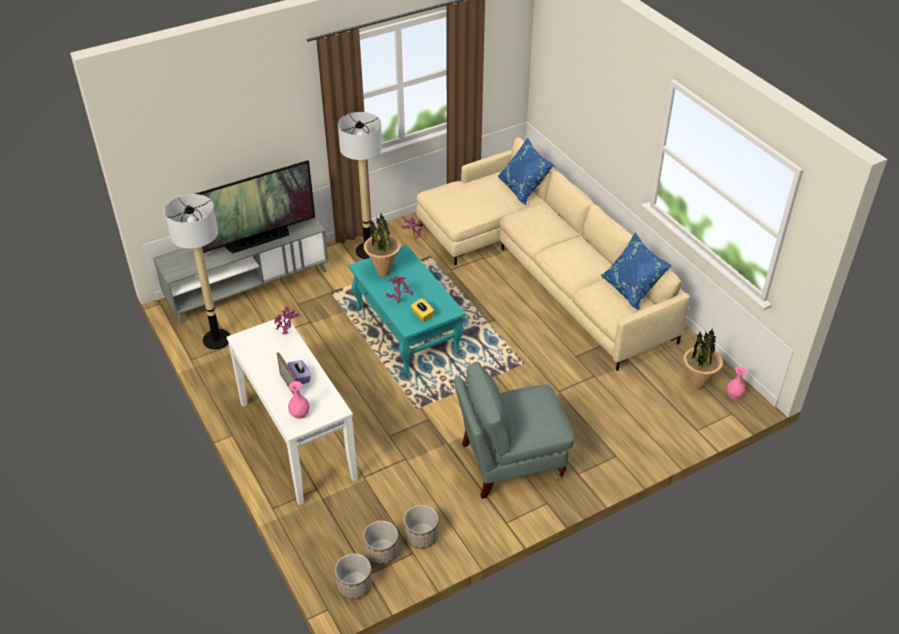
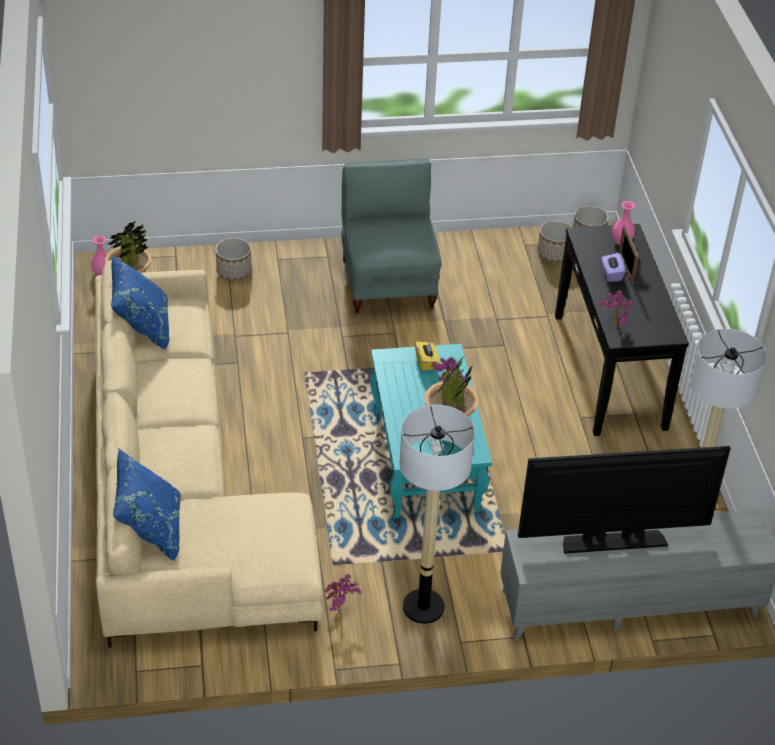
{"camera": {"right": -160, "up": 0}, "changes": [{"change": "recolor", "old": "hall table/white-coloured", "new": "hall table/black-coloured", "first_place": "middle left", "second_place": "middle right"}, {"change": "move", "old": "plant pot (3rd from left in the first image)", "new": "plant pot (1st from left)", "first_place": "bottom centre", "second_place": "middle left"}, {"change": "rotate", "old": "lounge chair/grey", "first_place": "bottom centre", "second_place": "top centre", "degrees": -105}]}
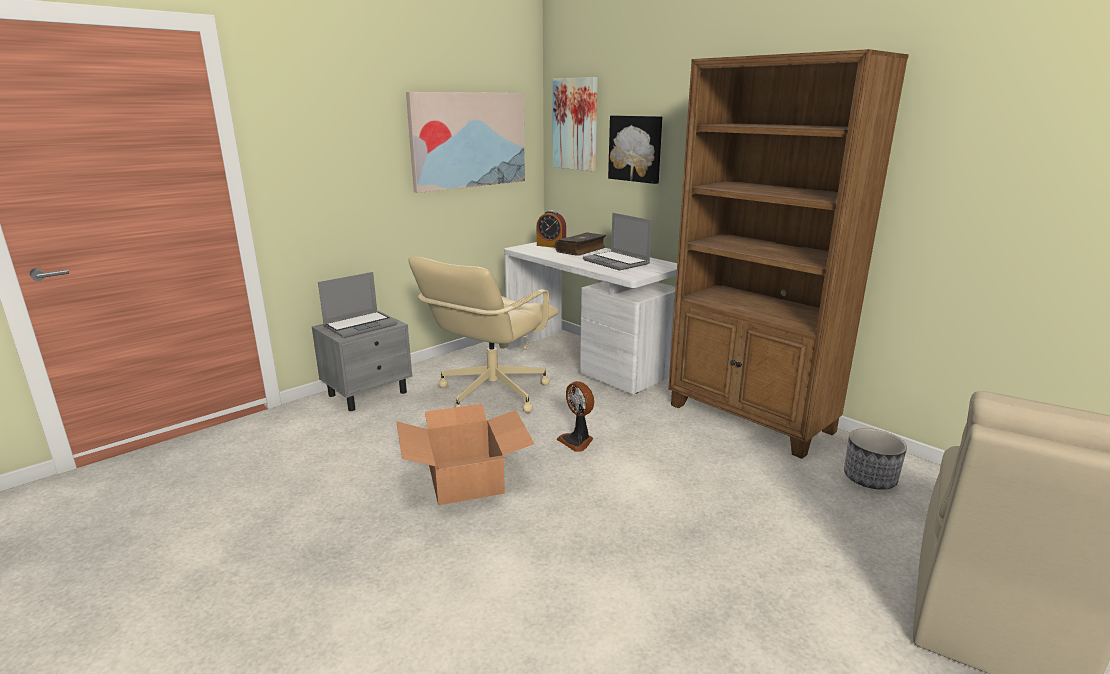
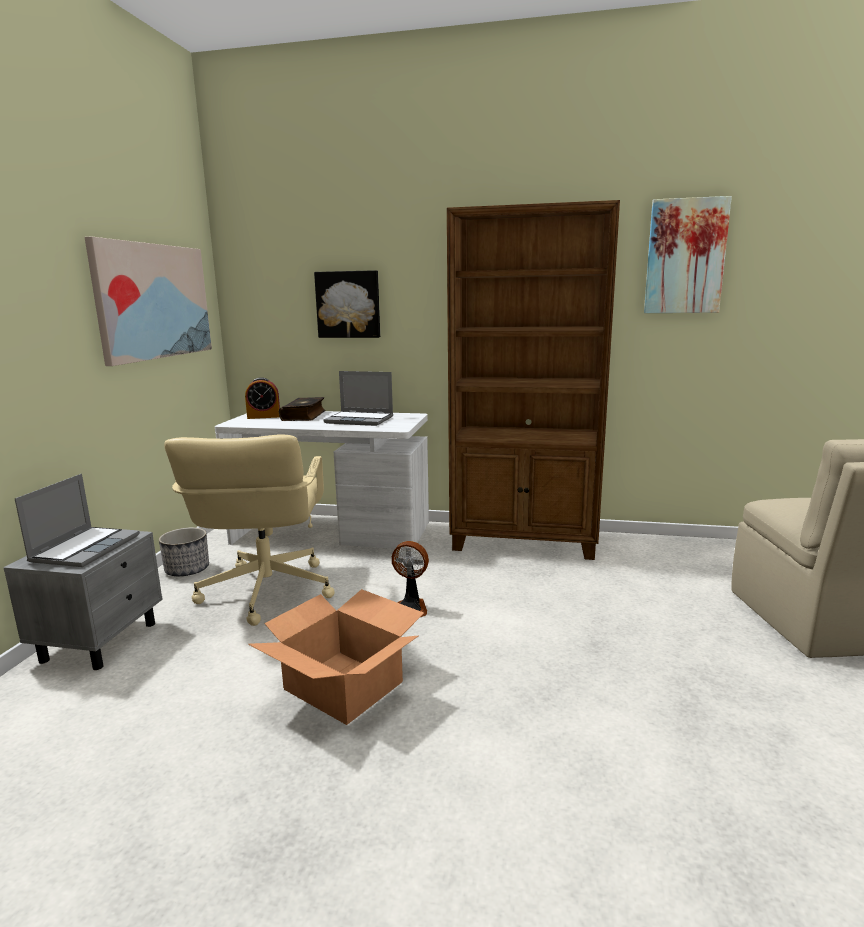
{"camera": {"right": -35, "up": -5}, "changes": [{"change": "move", "old": "picture (2nd from left in the first image)", "new": "picture (3rd from left)", "first_place": "top centre", "second_place": "top right"}, {"change": "move", "old": "plant pot", "first_place": "bottom right", "second_place": "middle left"}]}
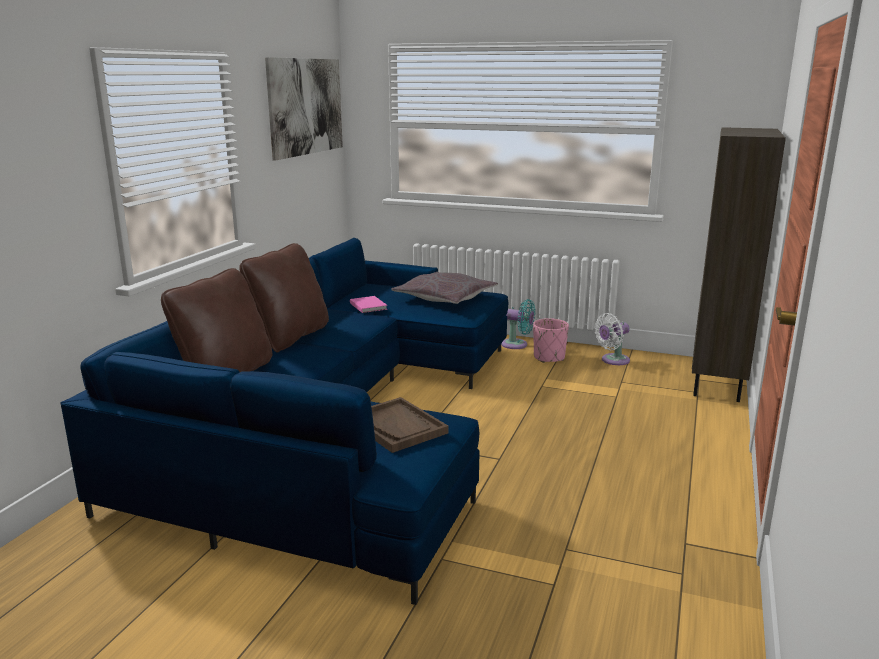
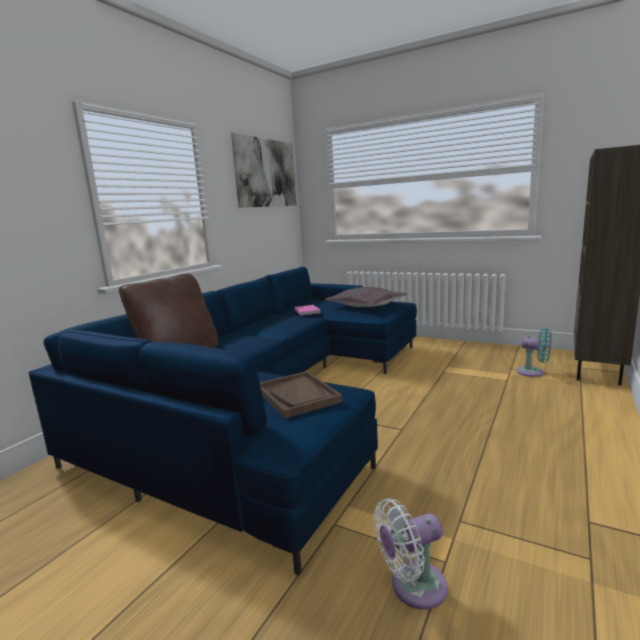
{"camera": {"right": 10, "up": -5}, "changes": [{"change": "delete", "old": "throw pillow/brown-coloured (2nd from left)", "first_place": "middle left"}, {"change": "move", "old": "electric fan/turquoise-coloured", "first_place": "centre", "second_place": "middle right"}, {"change": "delete", "old": "plant pot/pink", "first_place": "centre"}, {"change": "move", "old": "electric fan/white-coloured", "first_place": "middle right", "second_place": "bottom centre"}]}
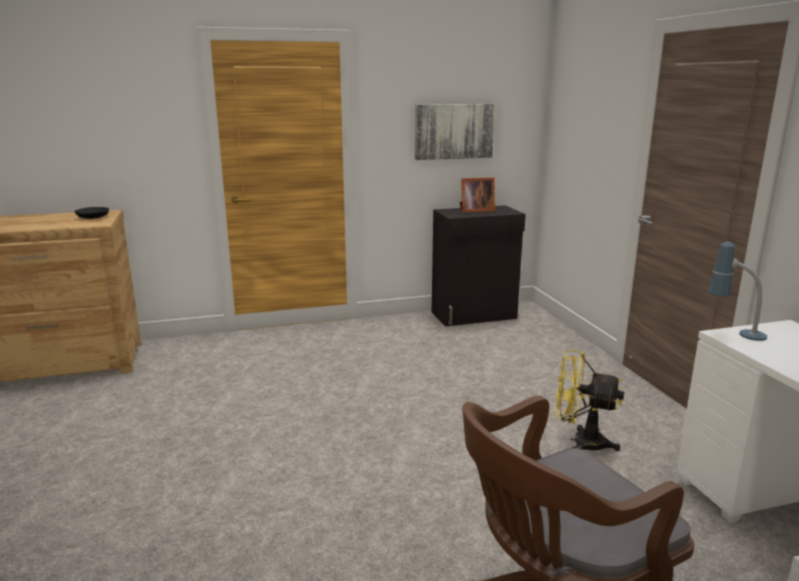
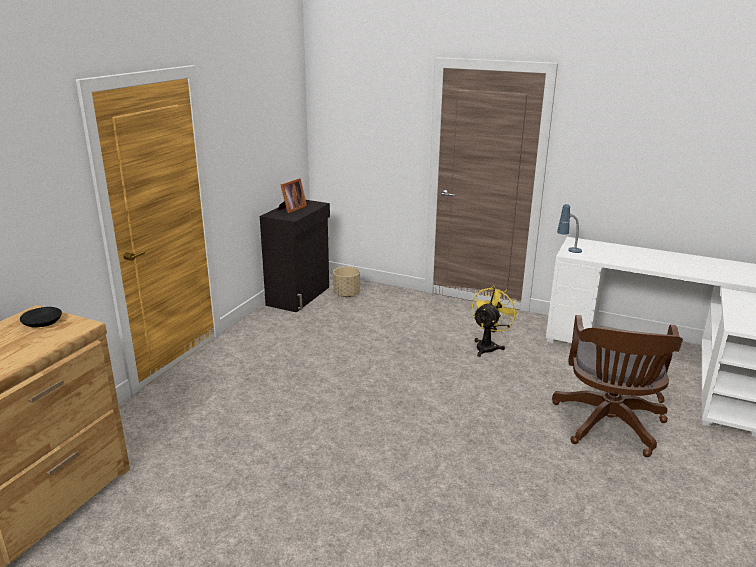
{"camera": {"right": -50, "up": 5}, "changes": [{"change": "delete", "old": "picture", "first_place": "top centre"}, {"change": "rotate", "old": "electric fan/yellowish", "first_place": "bottom right", "second_place": "centre", "degrees": 150}, {"change": "insert", "new": "plant pot/beige", "second_place": "centre"}]}
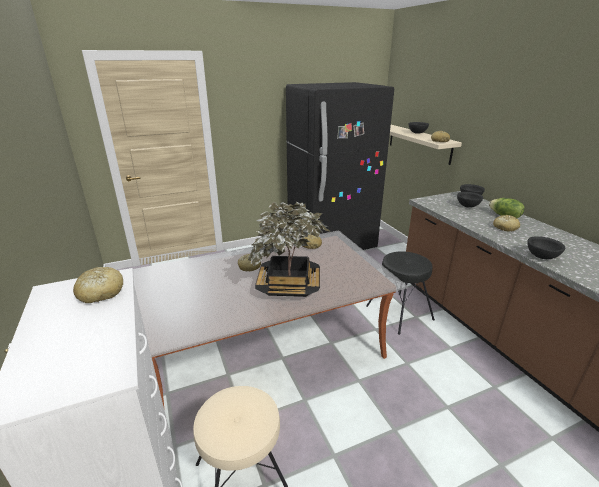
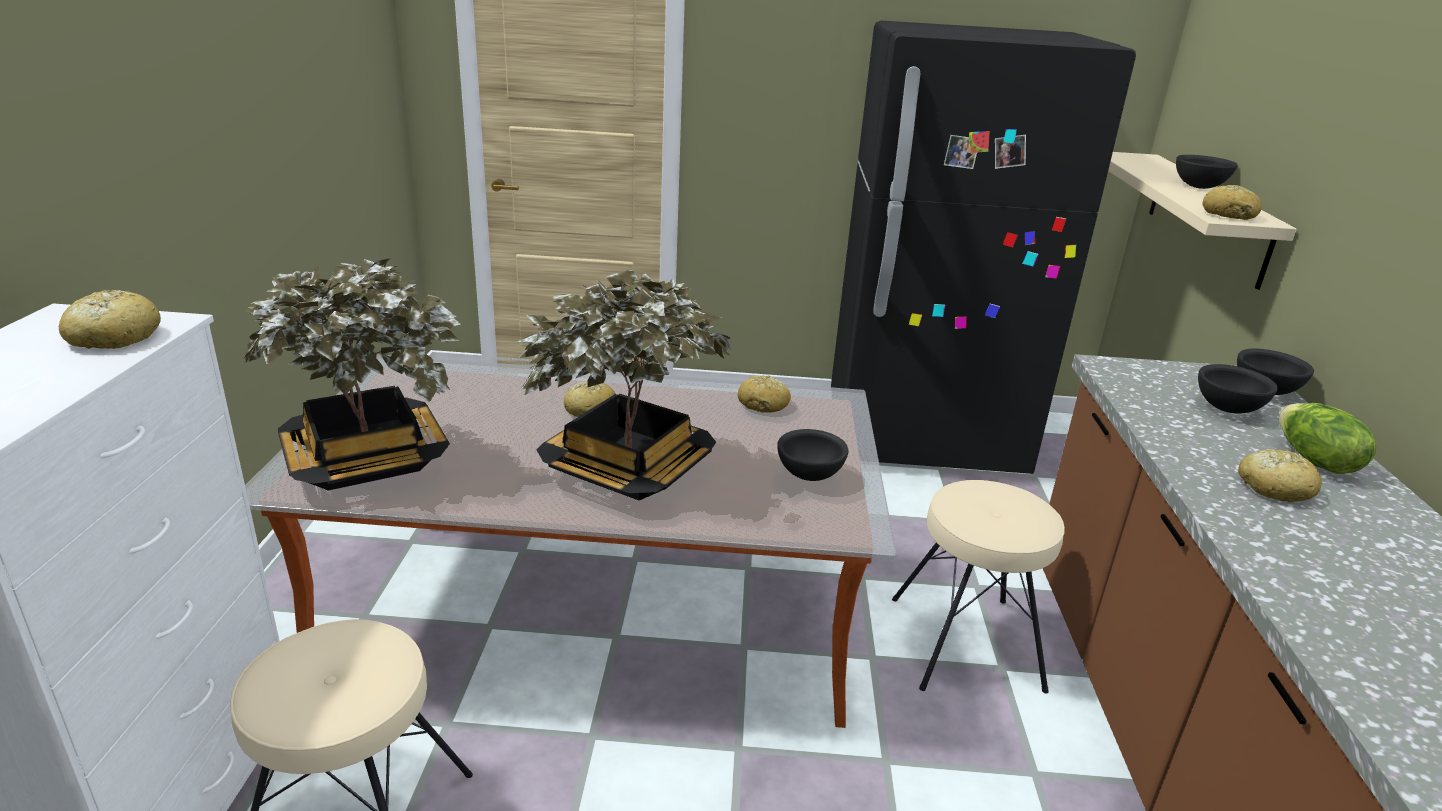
{"camera": {"right": 25, "up": 0}, "changes": [{"change": "recolor", "old": "stool seat/black-coloured", "new": "stool seat/beige (2nd from left)", "first_place": "middle right", "second_place": "bottom right"}, {"change": "move", "old": "deep dish/black-coloured (4th from left in the first image)", "new": "deep dish/black-coloured (1st from left)", "first_place": "middle right", "second_place": "centre"}, {"change": "insert", "new": "plant in a pot (1st from left)", "second_place": "middle left"}]}
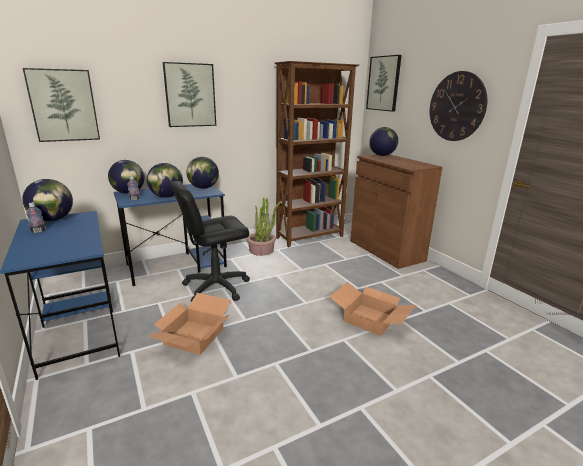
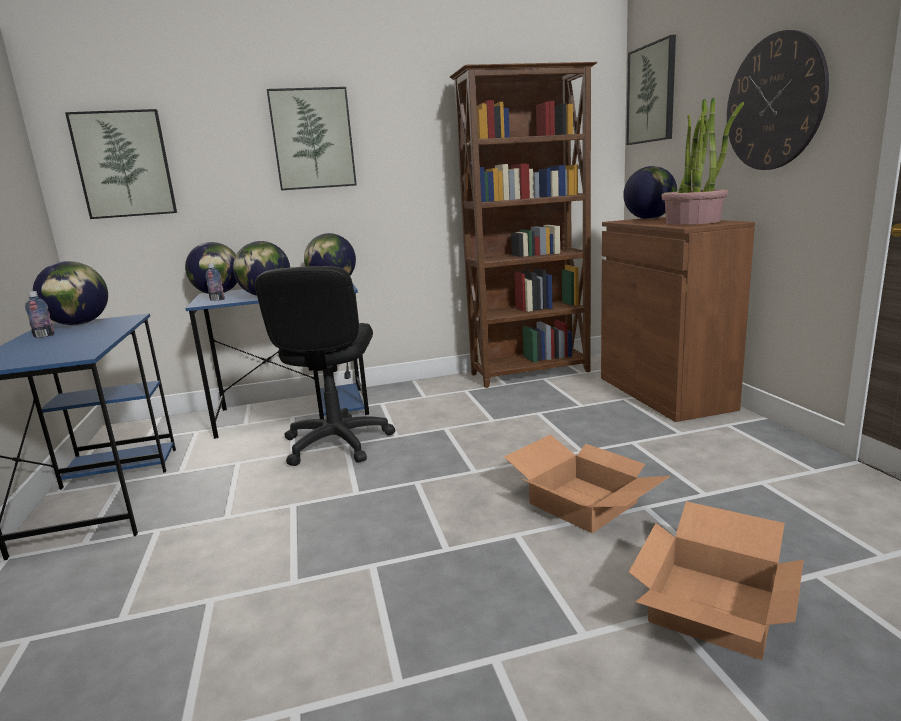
{"camera": {"right": 15, "up": -5}, "changes": [{"change": "move", "old": "cardboard box (1st from left in the first image)", "new": "cardboard box (2nd from left)", "first_place": "bottom left", "second_place": "bottom right"}, {"change": "rotate", "old": "office chair/black-coloured", "first_place": "centre", "second_place": "centre", "degrees": -75}, {"change": "move", "old": "plant in a pot", "first_place": "centre", "second_place": "top right"}]}
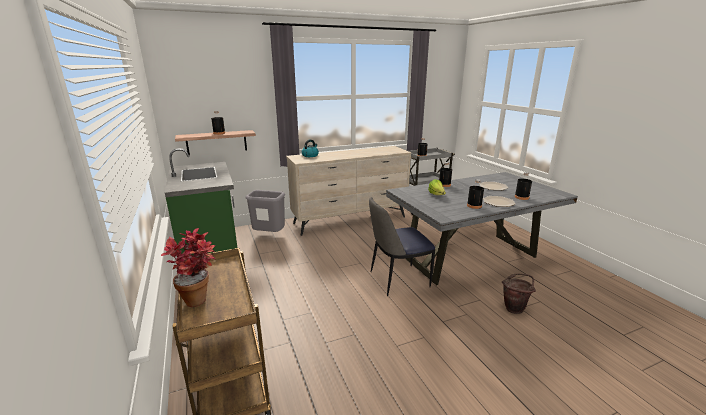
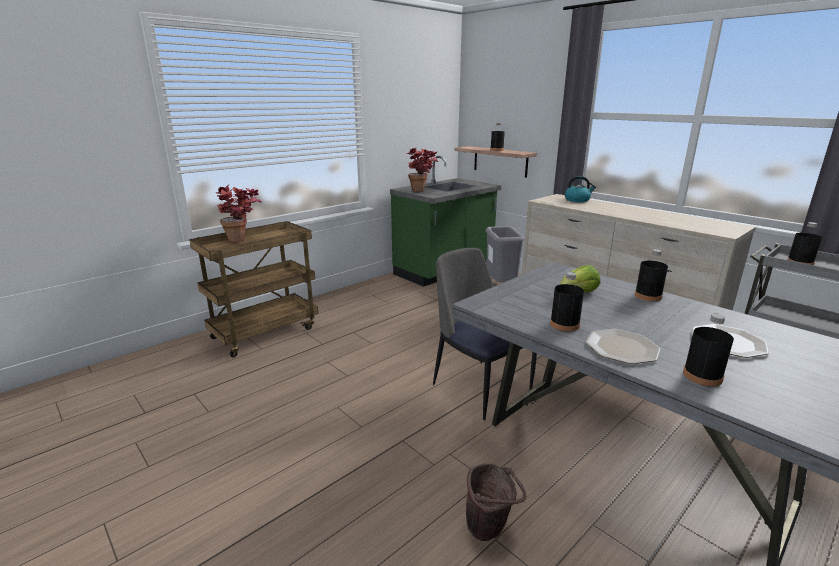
{"camera": {"right": 70, "up": 0}, "changes": [{"change": "insert", "new": "plant in a pot (2nd from left)", "second_place": "top centre"}]}
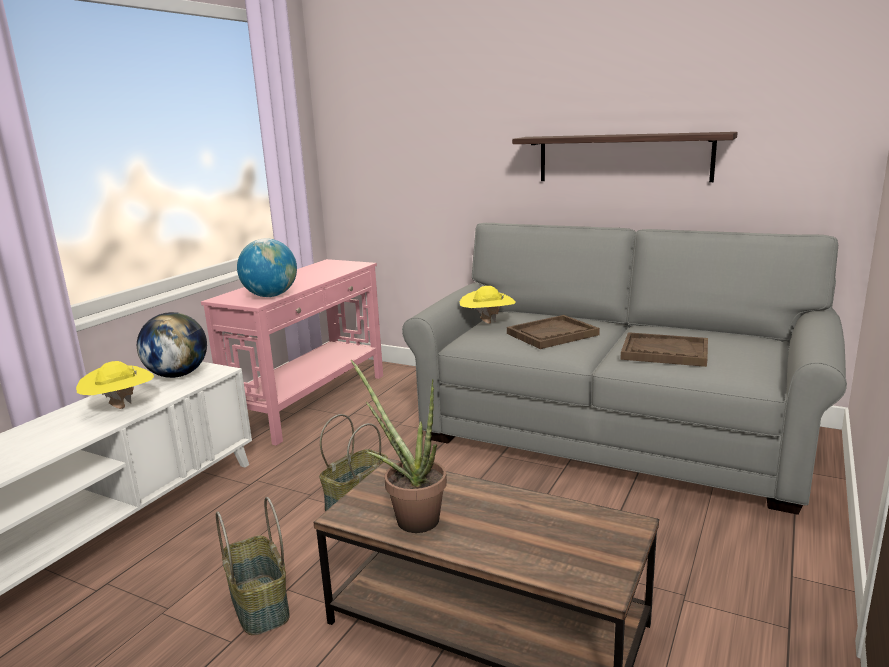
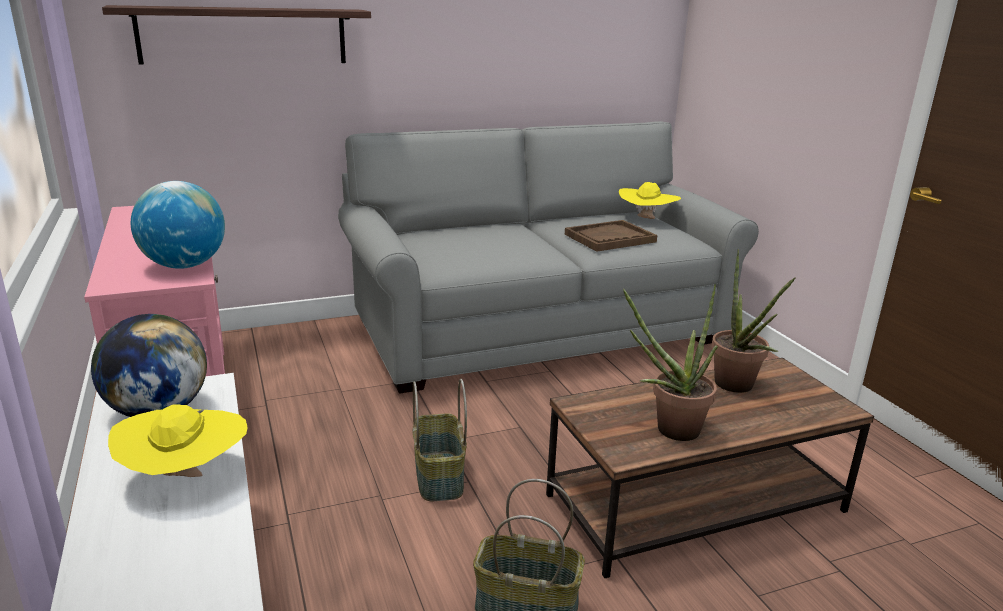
{"camera": {"right": -50, "up": 5}, "changes": [{"change": "move", "old": "wearable hat/yellowish (2nd from left)", "first_place": "centre", "second_place": "top centre"}, {"change": "delete", "old": "serving tray/brown-coloured (1st from left)", "first_place": "centre"}, {"change": "move", "old": "bracket shelf", "first_place": "top right", "second_place": "top left"}, {"change": "insert", "new": "plant in a pot (2nd from left)", "second_place": "middle right"}]}
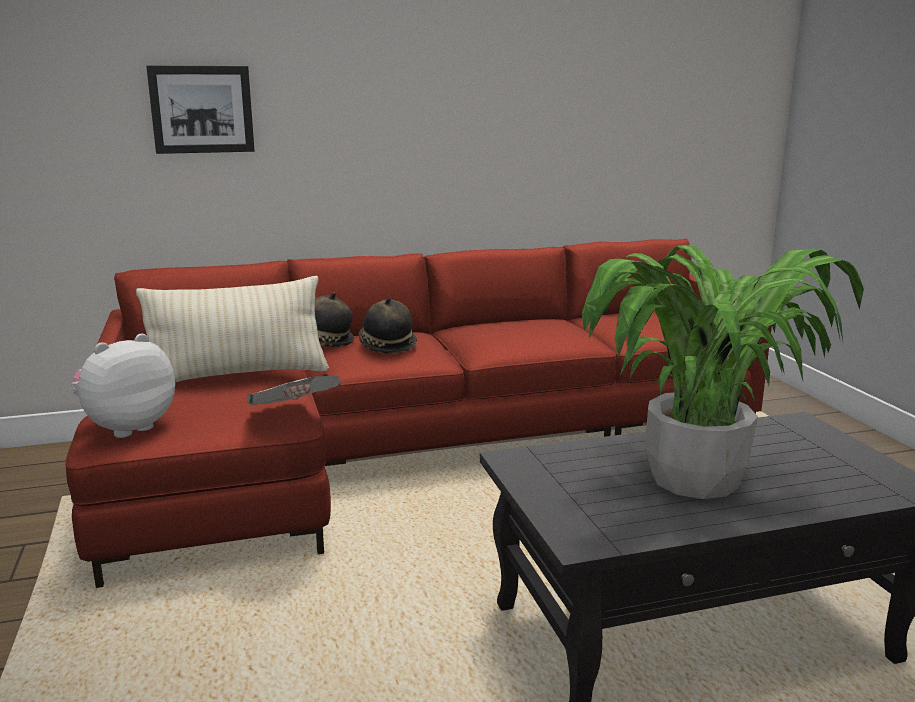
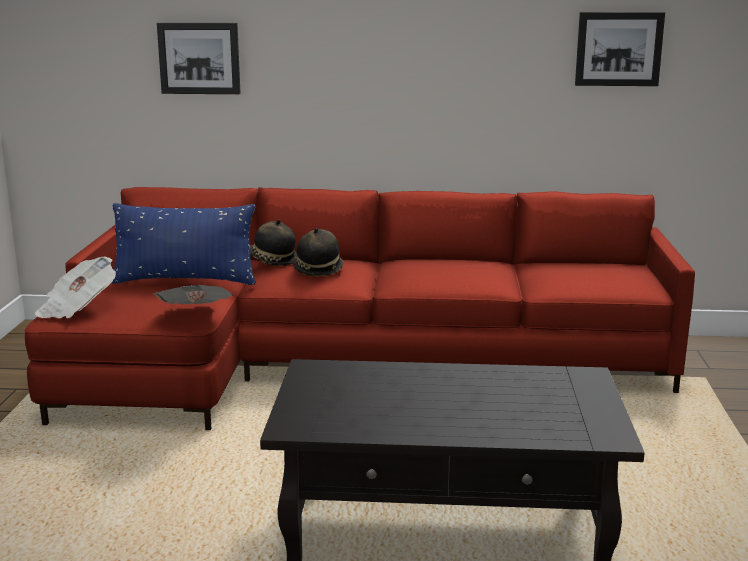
{"camera": {"right": 20, "up": 0}, "changes": [{"change": "replace", "old": "plush toy", "new": "daily paper (1st from left)", "first_place": "middle left", "second_place": "middle left"}, {"change": "recolor", "old": "throw pillow/beige", "new": "throw pillow/bluish", "first_place": "middle left", "second_place": "middle left"}, {"change": "delete", "old": "plant in a pot", "first_place": "middle right"}, {"change": "insert", "new": "picture (2nd from left)", "second_place": "top right"}]}
